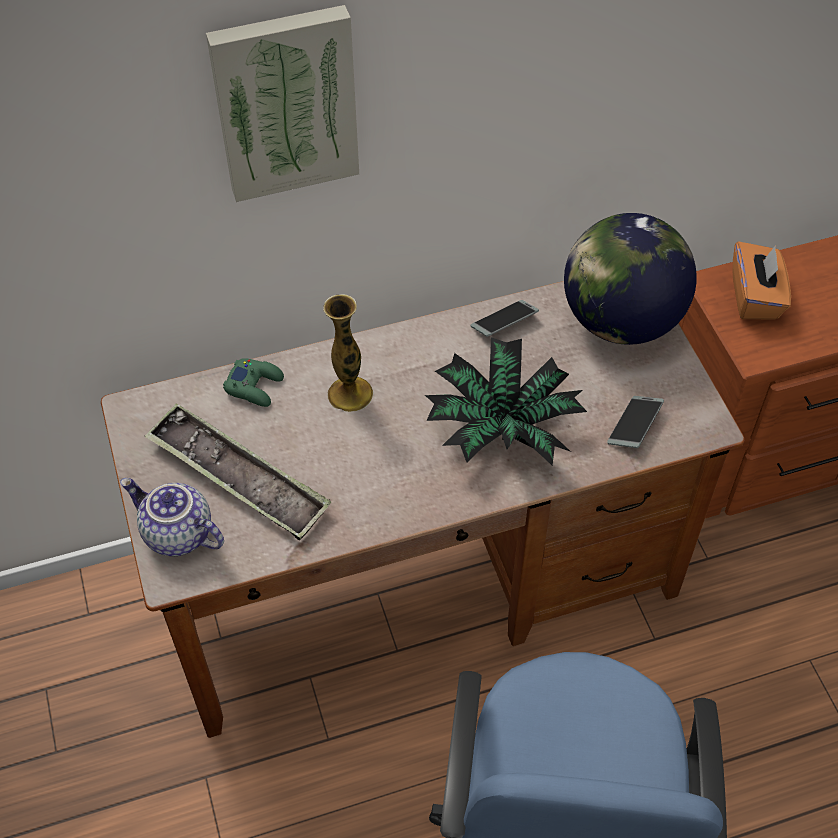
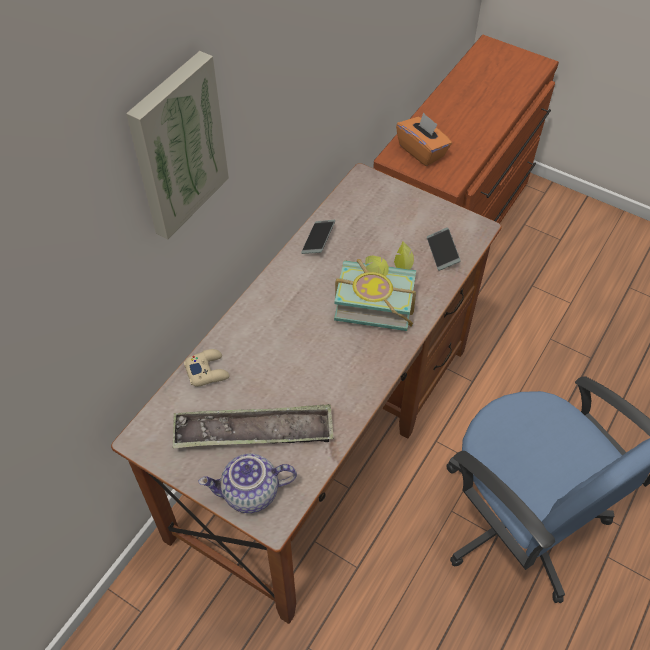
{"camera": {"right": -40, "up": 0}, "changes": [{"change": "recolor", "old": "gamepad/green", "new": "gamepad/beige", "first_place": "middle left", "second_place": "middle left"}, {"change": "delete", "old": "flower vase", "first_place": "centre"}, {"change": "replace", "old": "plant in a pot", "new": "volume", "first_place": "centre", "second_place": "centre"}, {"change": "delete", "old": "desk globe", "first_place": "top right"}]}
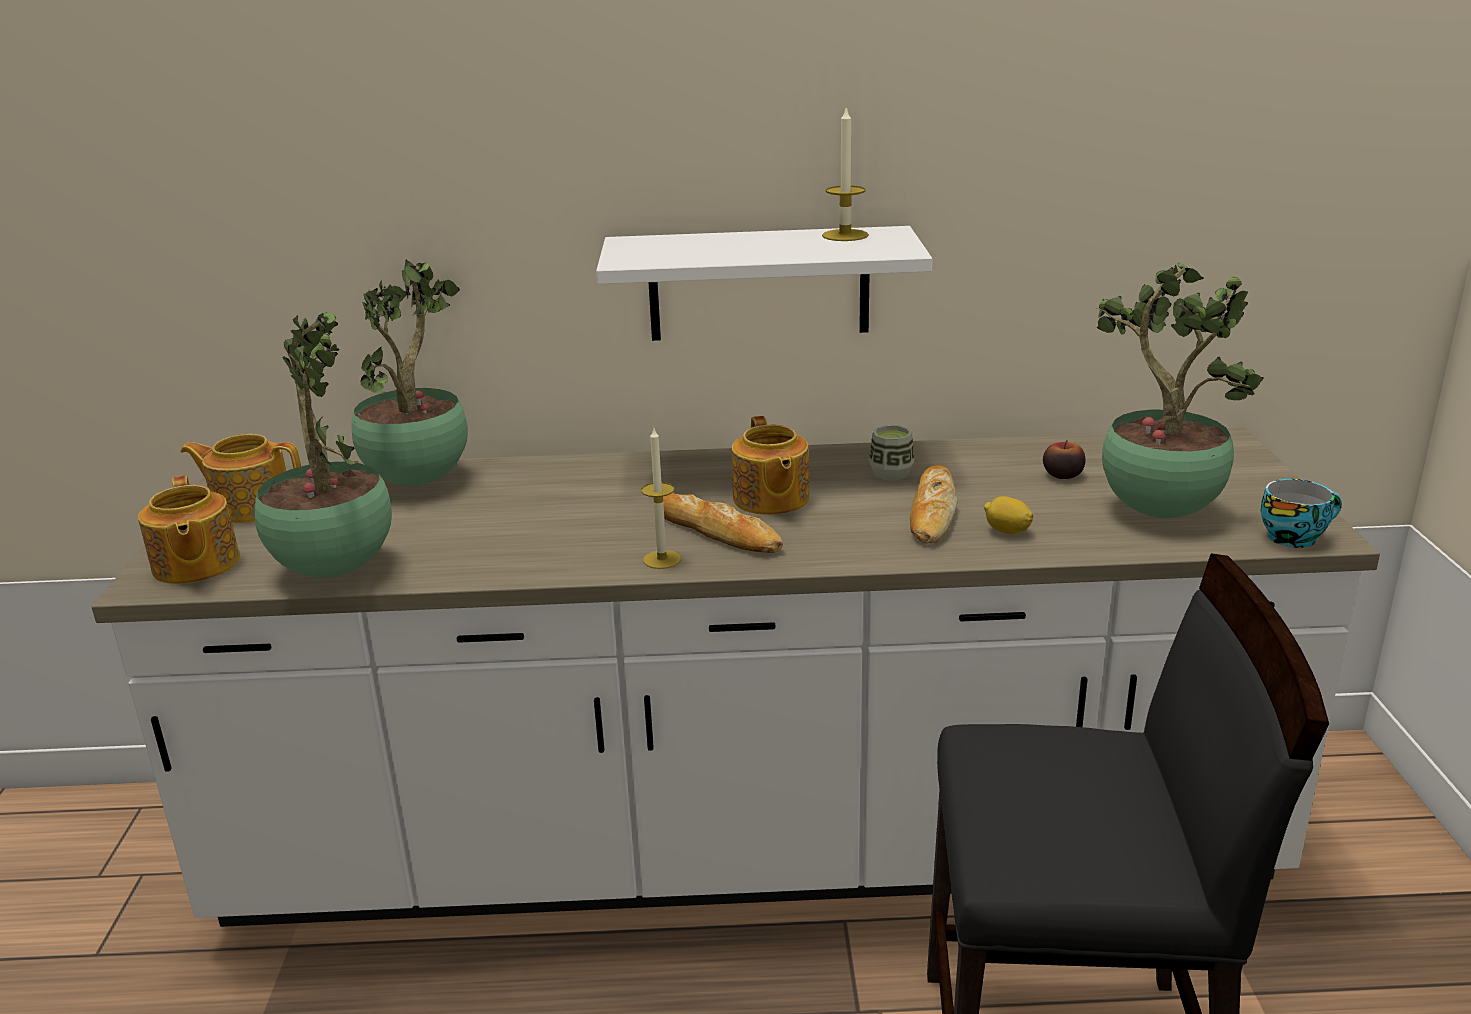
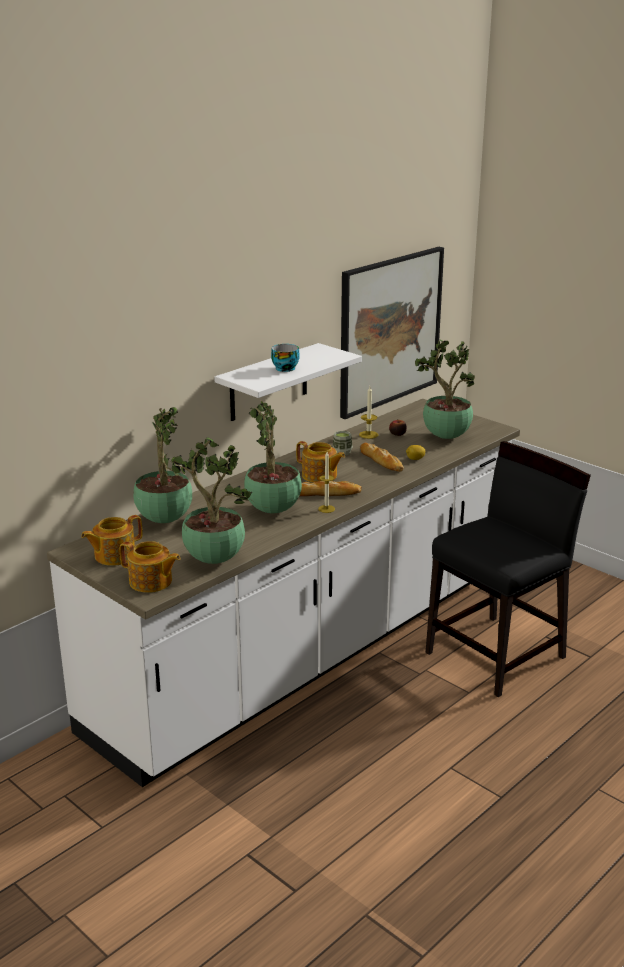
{"camera": {"right": -45, "up": 0}, "changes": [{"change": "move", "old": "candle (2nd from left)", "first_place": "top centre", "second_place": "centre"}, {"change": "move", "old": "small cup (2nd from left in the first image)", "new": "small cup (1st from left)", "first_place": "middle right", "second_place": "centre"}, {"change": "insert", "new": "plant in a pot (3rd from left)", "second_place": "centre"}, {"change": "insert", "new": "picture", "second_place": "centre"}]}
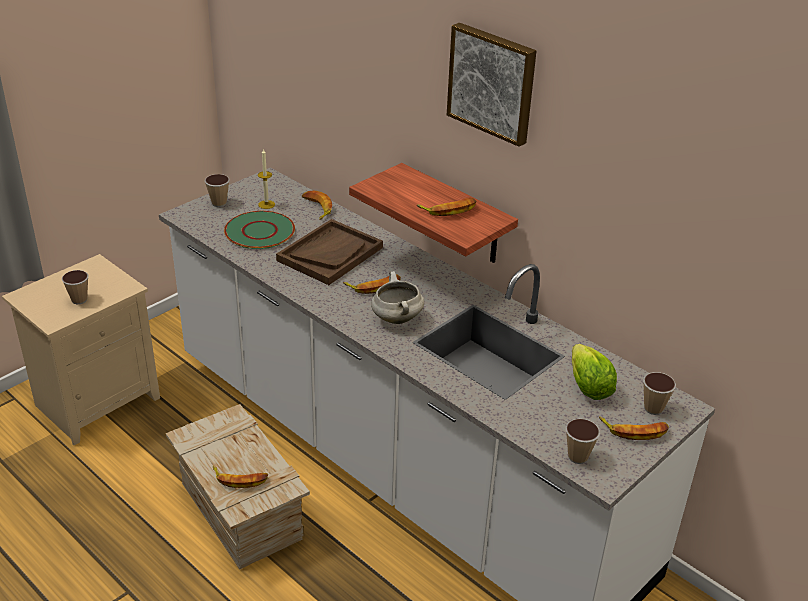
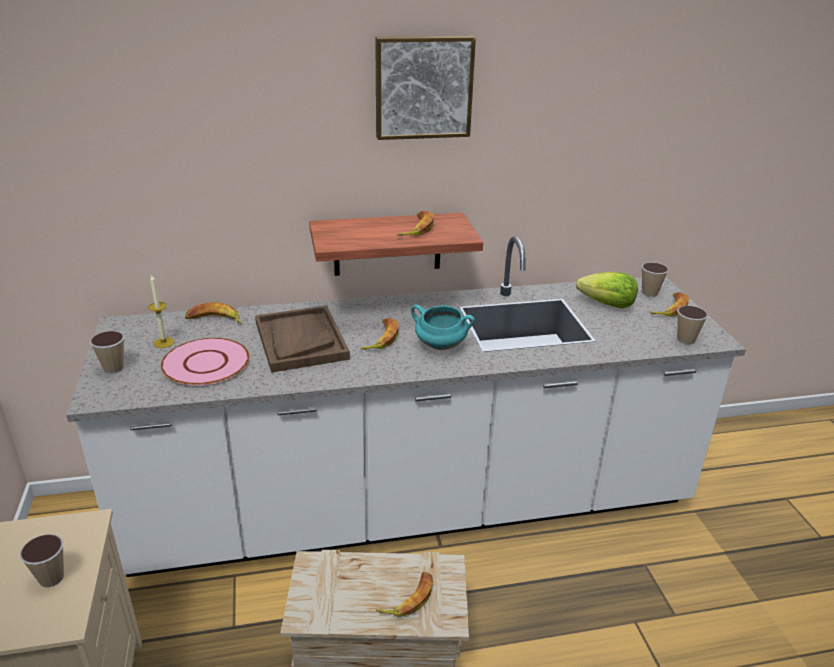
{"camera": {"right": -55, "up": -5}, "changes": [{"change": "recolor", "old": "dinner plate/green", "new": "dinner plate/pink", "first_place": "middle left", "second_place": "middle left"}, {"change": "recolor", "old": "stockpot/white-coloured", "new": "stockpot/turquoise-coloured", "first_place": "centre", "second_place": "centre"}]}
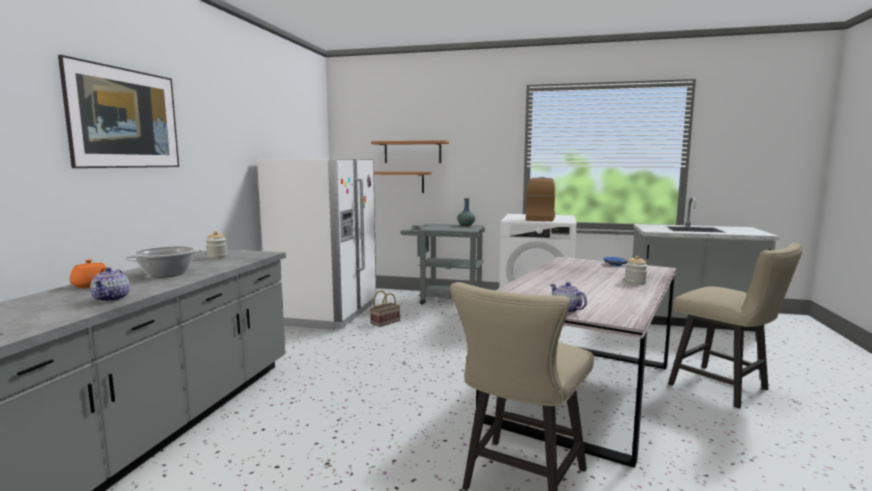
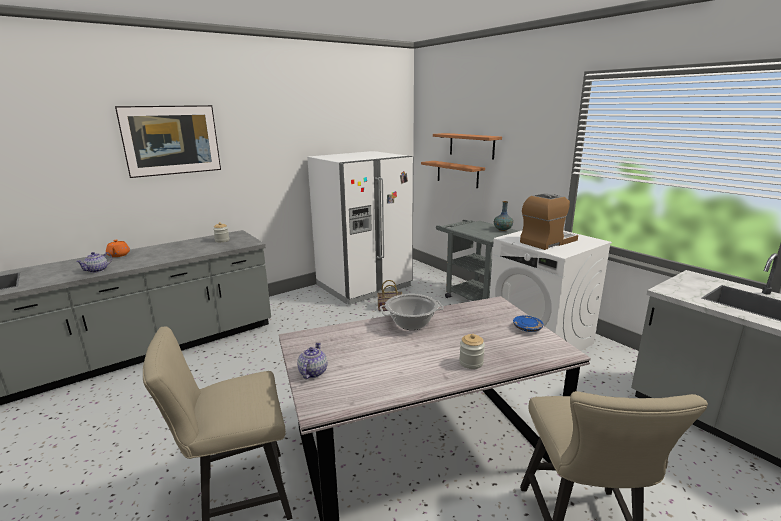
{"camera": {"right": 40, "up": 10}, "changes": [{"change": "move", "old": "stockpot", "first_place": "middle left", "second_place": "centre"}]}
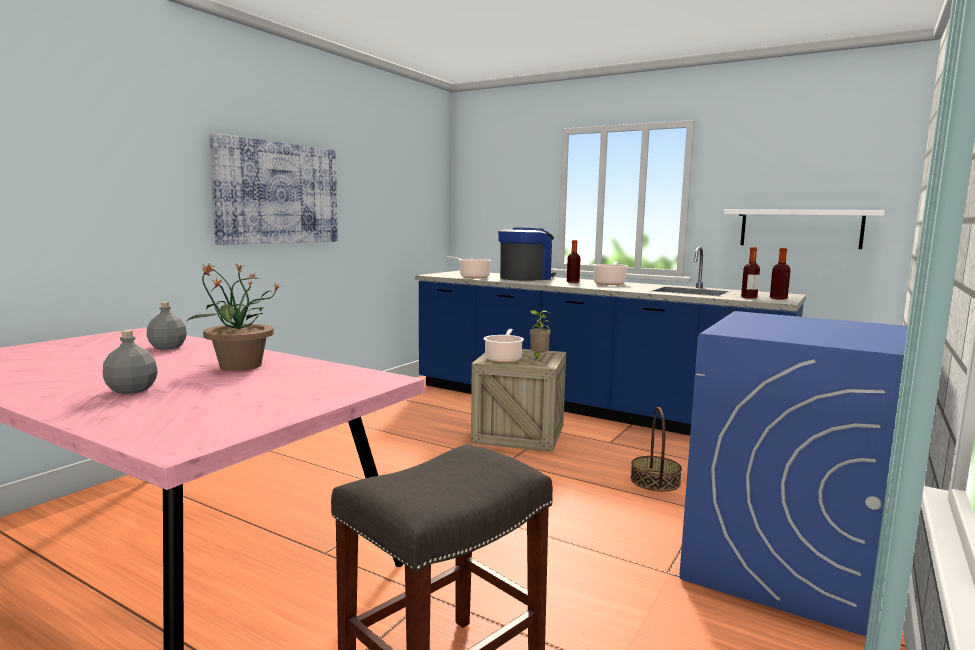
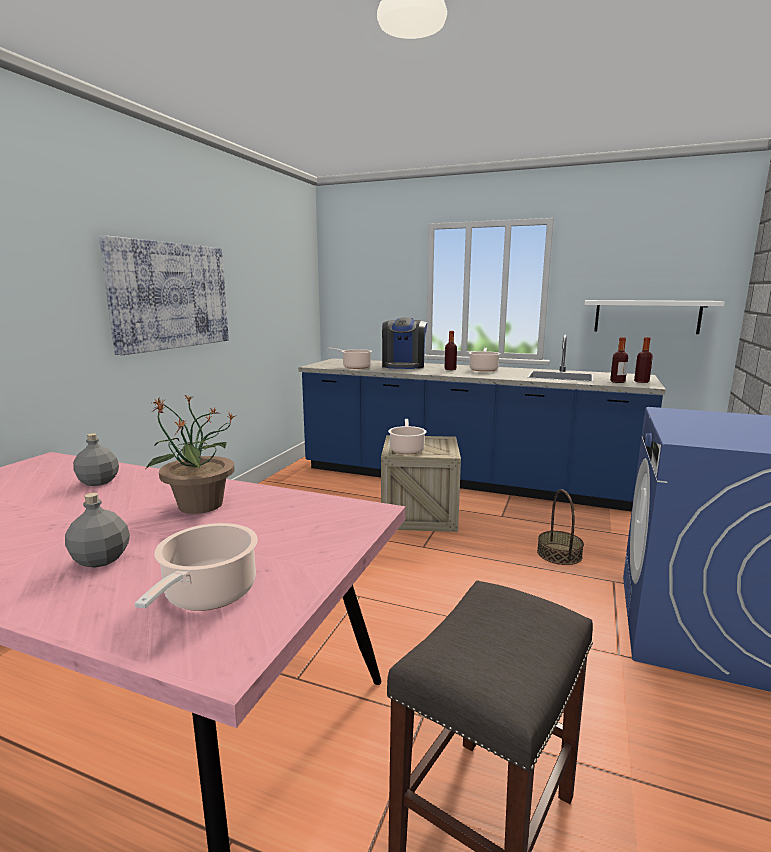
{"camera": {"right": -10, "up": 5}, "changes": [{"change": "rotate", "old": "coffee brewer", "first_place": "centre", "second_place": "centre", "degrees": 150}, {"change": "delete", "old": "plant in a pot (2nd from left)", "first_place": "centre"}, {"change": "insert", "new": "stockpot (1st from left)", "second_place": "middle left"}]}
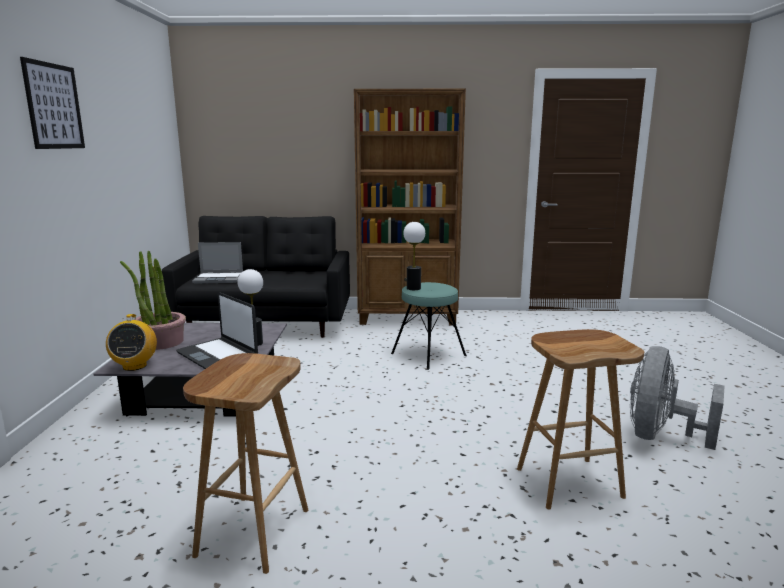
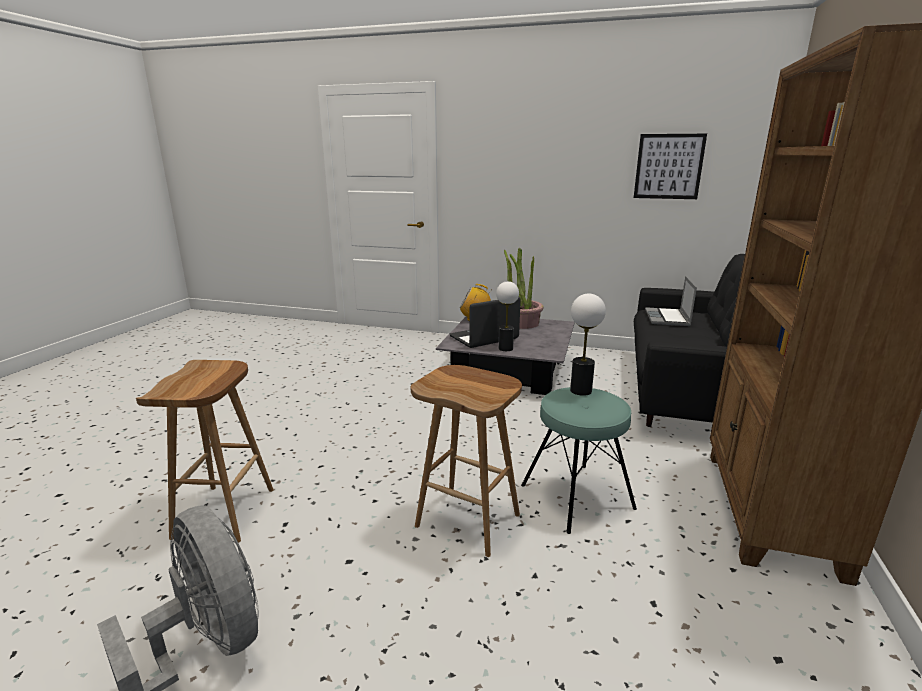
{"camera": {"right": 105, "up": 5}, "changes": [{"change": "move", "old": "picture", "first_place": "top left", "second_place": "top right"}, {"change": "move", "old": "stool seat/brown-coloured (1st from left in the first image)", "new": "stool seat/brown-coloured (2nd from left)", "first_place": "bottom left", "second_place": "bottom centre"}]}
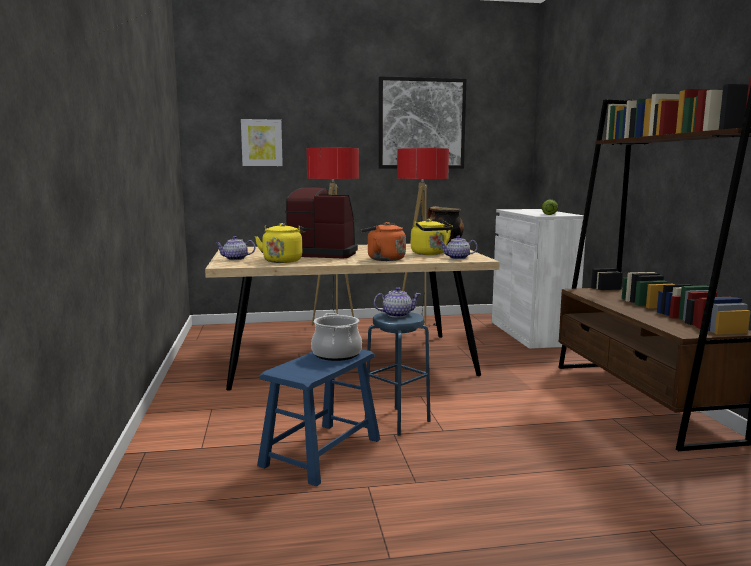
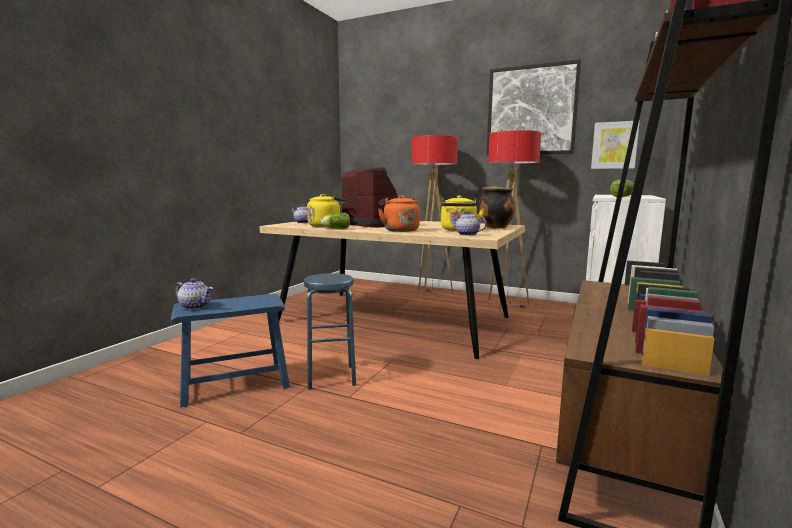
{"camera": {"right": 35, "up": 0}, "changes": [{"change": "move", "old": "picture (1st from left in the first image)", "new": "picture (2nd from left)", "first_place": "top centre", "second_place": "top right"}, {"change": "delete", "old": "stockpot (1st from left)", "first_place": "centre"}, {"change": "move", "old": "tea pot (2nd from left in the first image)", "new": "tea pot (1st from left)", "first_place": "centre", "second_place": "middle left"}, {"change": "insert", "new": "lettuce (1st from left)", "second_place": "centre"}]}
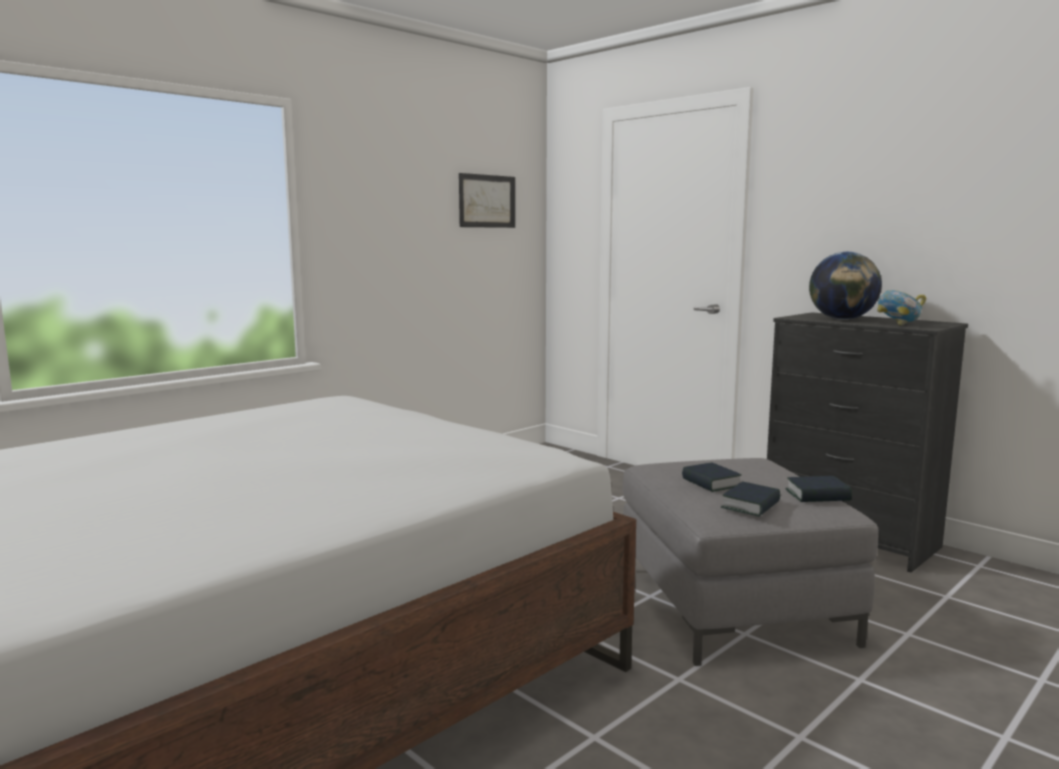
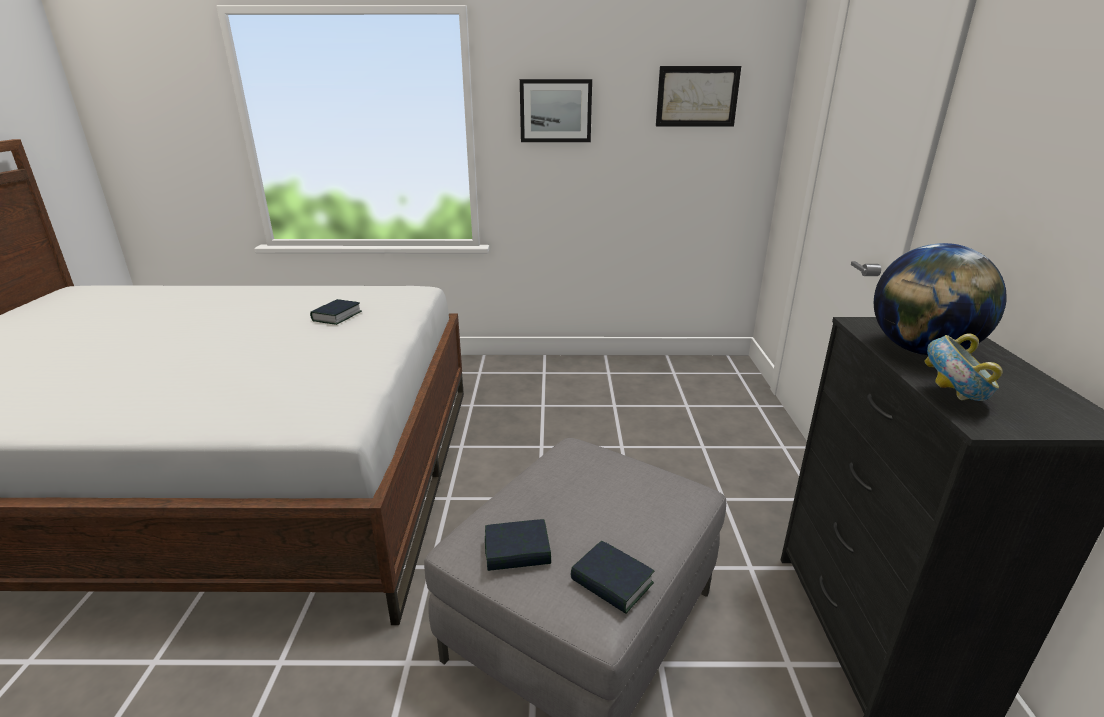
{"camera": {"right": 45, "up": 15}, "changes": [{"change": "move", "old": "volume (1st from left)", "first_place": "middle right", "second_place": "middle left"}, {"change": "insert", "new": "picture (1st from left)", "second_place": "top centre"}]}
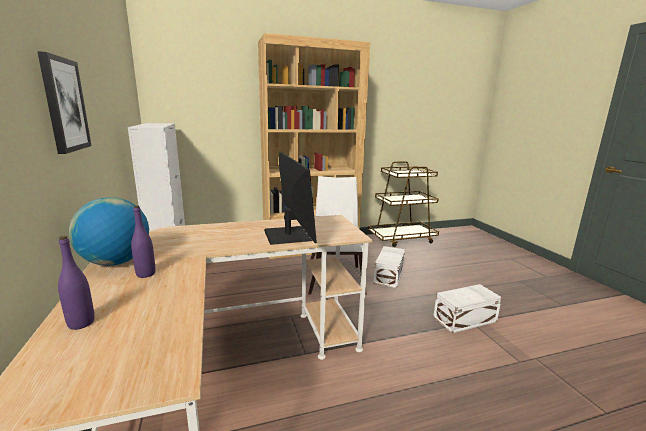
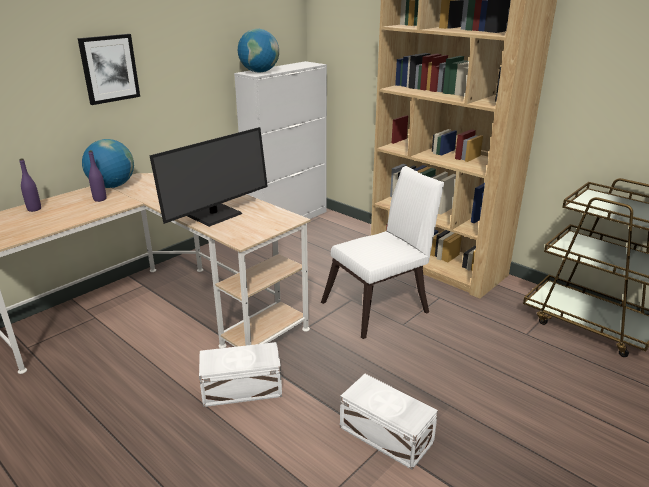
{"camera": {"right": 60, "up": 10}, "changes": [{"change": "move", "old": "storage box/white-coloured (1st from left)", "first_place": "centre", "second_place": "bottom centre"}, {"change": "insert", "new": "desk globe (2nd from left)", "second_place": "top centre"}]}
